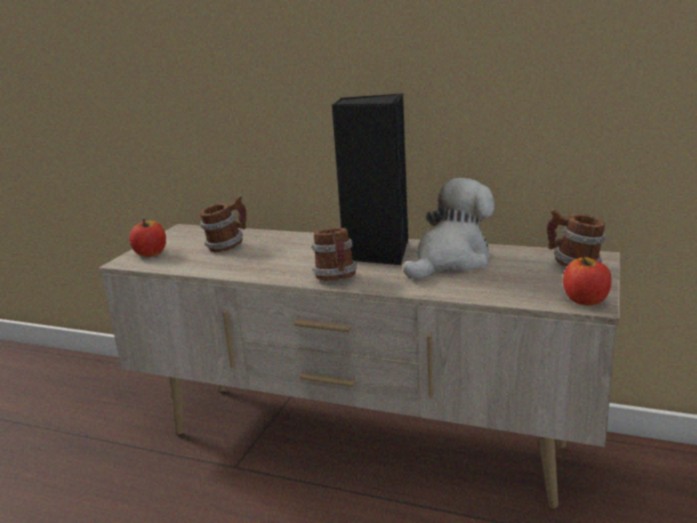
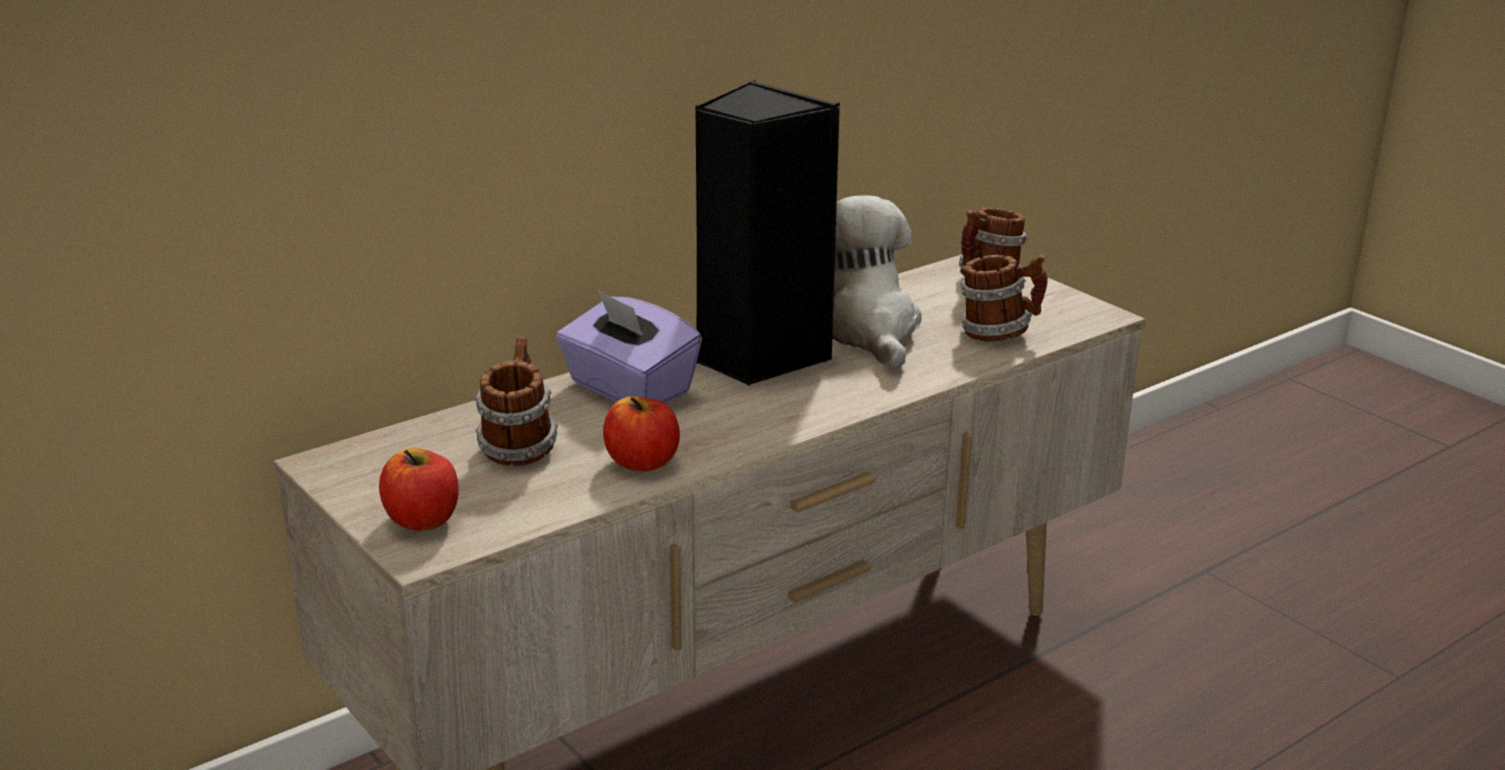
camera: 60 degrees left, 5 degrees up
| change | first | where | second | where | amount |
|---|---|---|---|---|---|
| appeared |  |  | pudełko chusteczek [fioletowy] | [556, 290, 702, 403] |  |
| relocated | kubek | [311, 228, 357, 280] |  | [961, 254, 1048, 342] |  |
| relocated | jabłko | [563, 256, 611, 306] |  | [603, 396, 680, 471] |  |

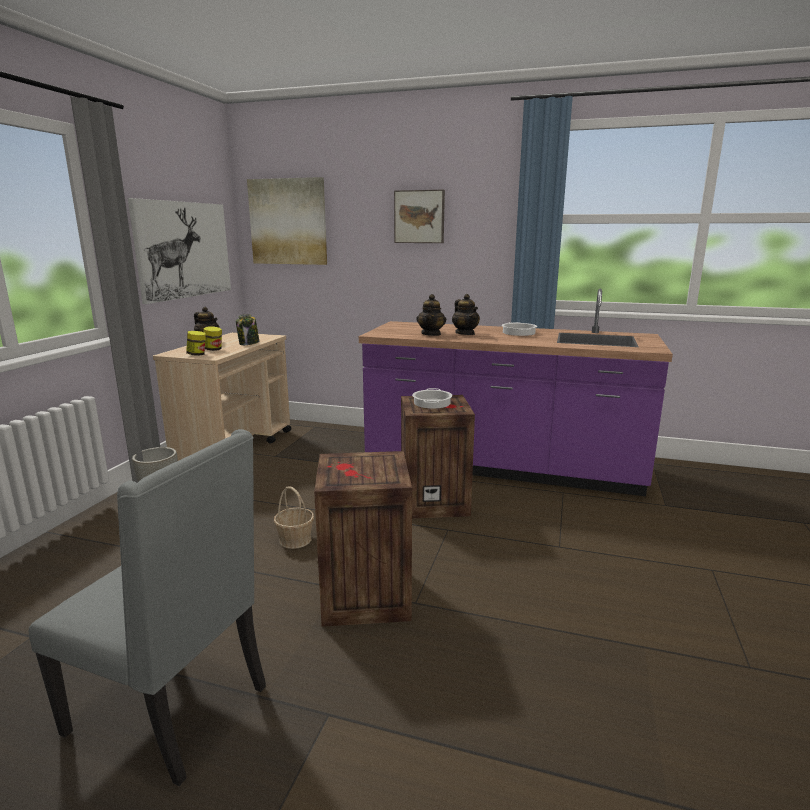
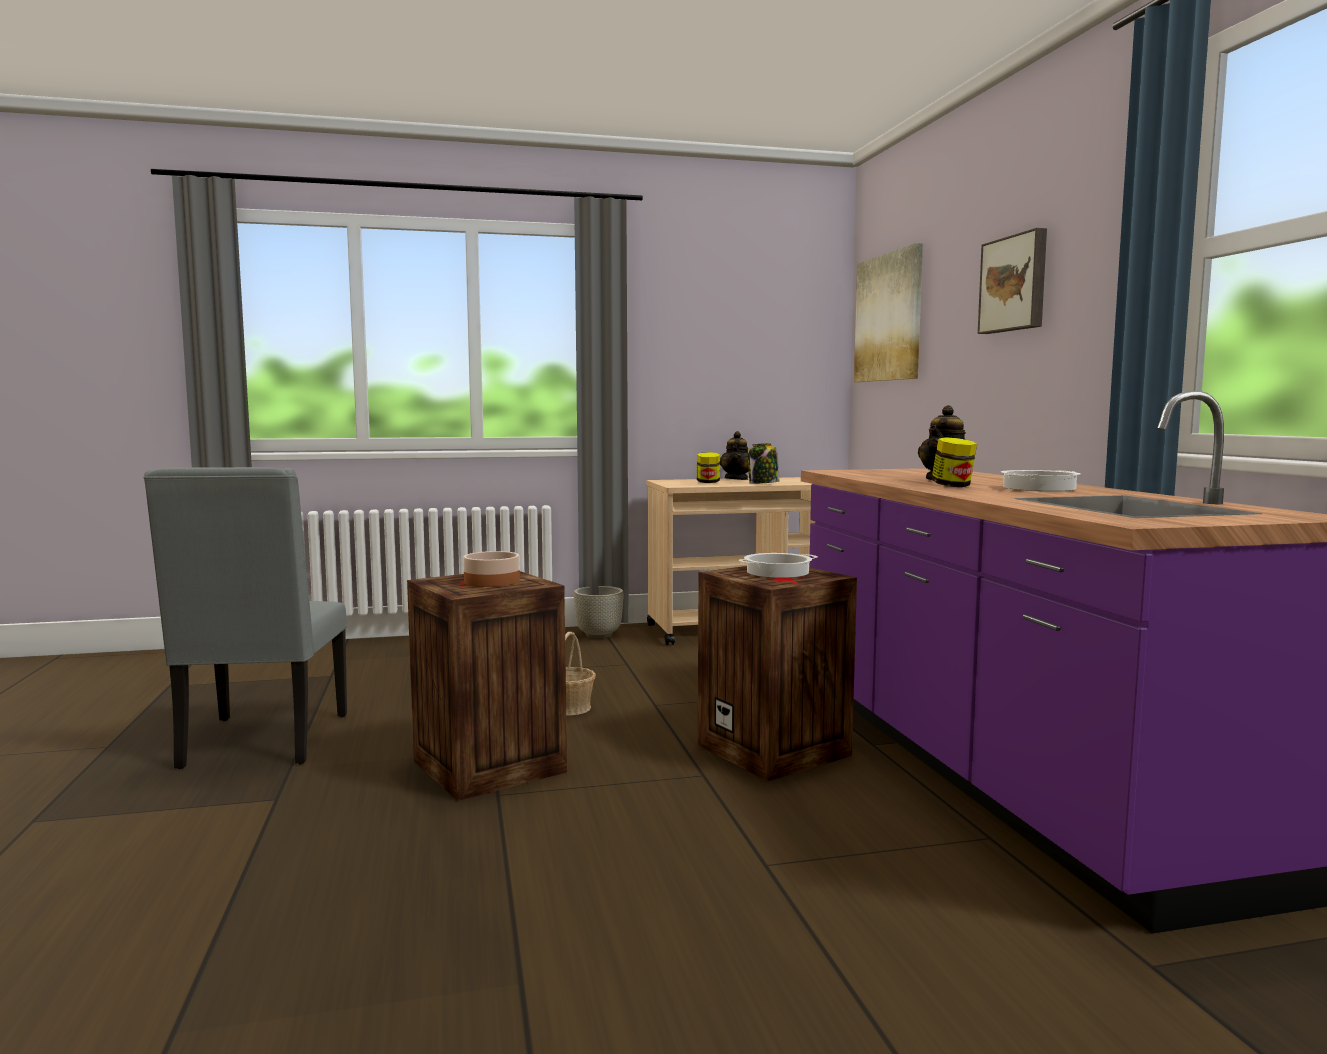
camera: 60 degrees right, 10 degrees down
| change | first | where | second | where | amount |
|---|---|---|---|---|---|
| missing | obraz | [128, 198, 231, 304] |  |  |  |
| missing | imbryk | [416, 294, 446, 336] |  |  |  |
| appeared |  |  | miska | [463, 551, 520, 587] |  |
| relocated | słoik | [186, 331, 206, 356] |  | [931, 437, 977, 487] |  |

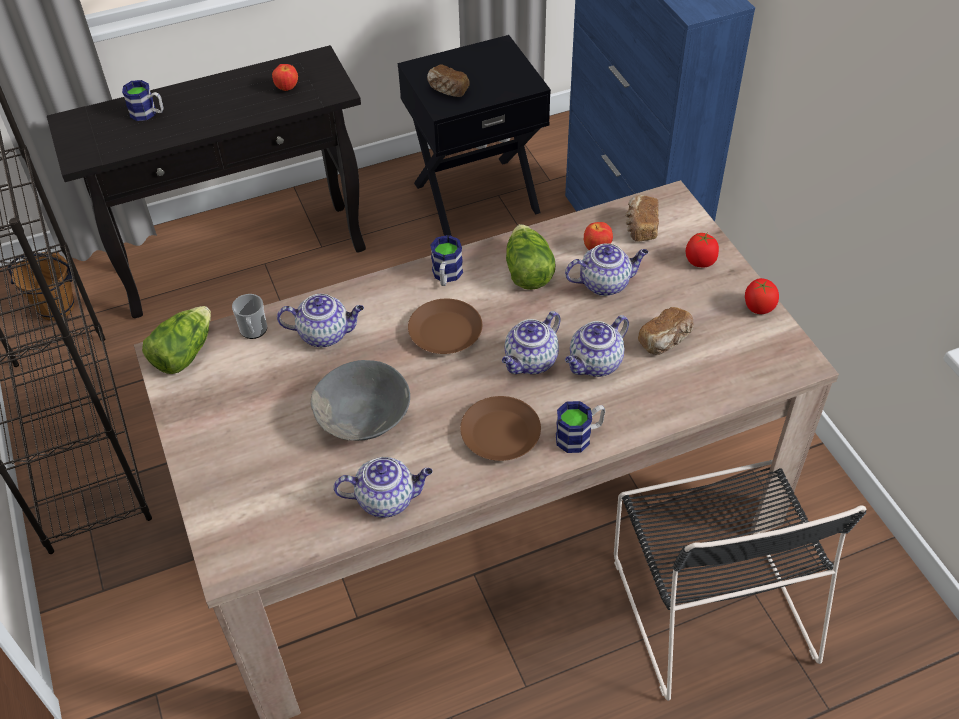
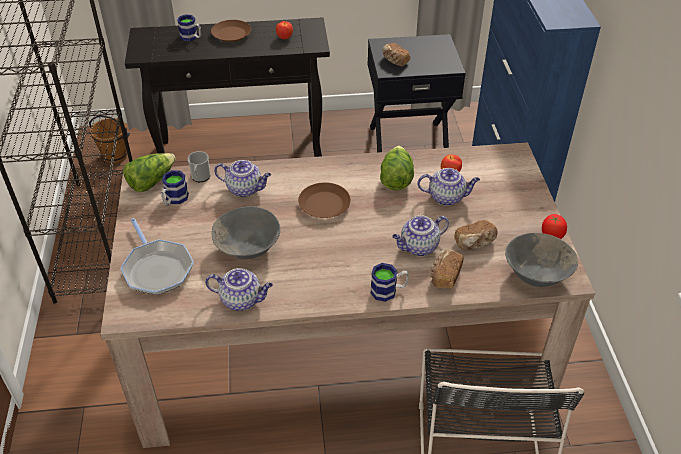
camera: 15 degrees right, 5 degrees down
| change | first | where | second | where | amount |
|---|---|---|---|---|---|
| missing | imbryk | [502, 311, 561, 374] |  |  |  |
| missing | pomidor | [686, 233, 719, 267] |  |  |  |
| appeared |  |  | patelnia | [120, 218, 194, 295] |  |
| appeared |  |  | miska [szary] | [505, 233, 578, 287] |  |
| relocated | kubek | [430, 235, 463, 286] |  | [161, 170, 189, 206] |  |
| relocated | talerz [brązowy] | [460, 396, 541, 461] |  | [211, 20, 251, 42] |  |
| relocated | chleb | [625, 195, 659, 242] |  | [430, 249, 464, 289] |  |

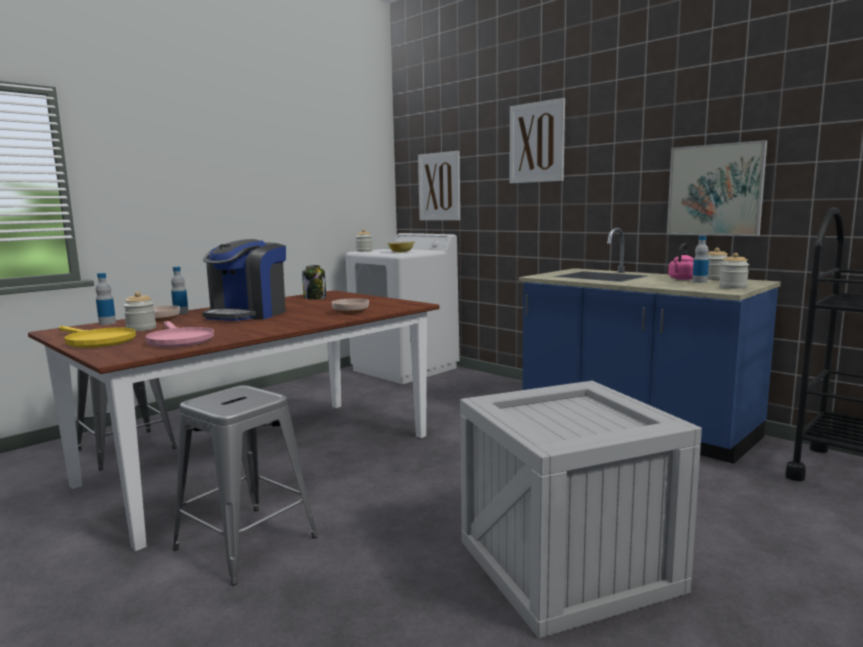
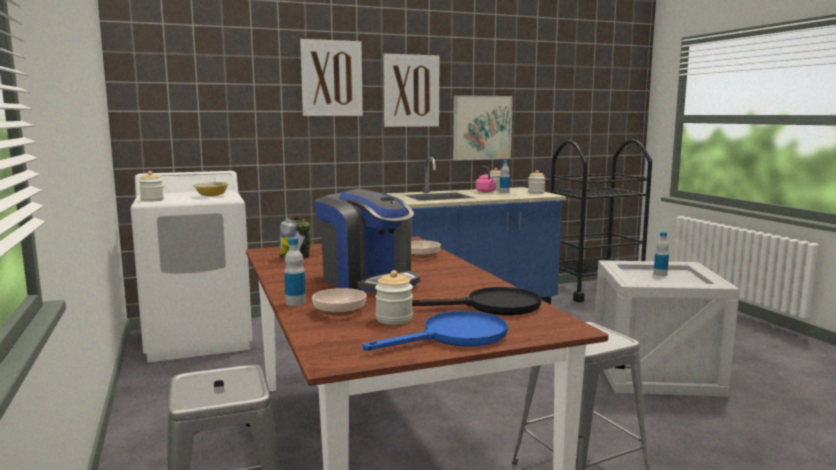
camera: 65 degrees left, 0 degrees up
| change | first | where | second | where | amount |
|---|---|---|---|---|---|
| relocated | butelka | [96, 273, 116, 325] |  | [654, 232, 669, 276] |  |
| relocated | obraz | [418, 151, 460, 221] |  | [383, 54, 440, 127] |  |
| colour | patelnia [żółty] | [59, 326, 136, 348] | patelnia [niebieski] | [363, 311, 508, 351] |  |
| colour | patelnia [różowy] | [146, 321, 214, 348] | patelnia [czarny] | [412, 287, 541, 315] |  |

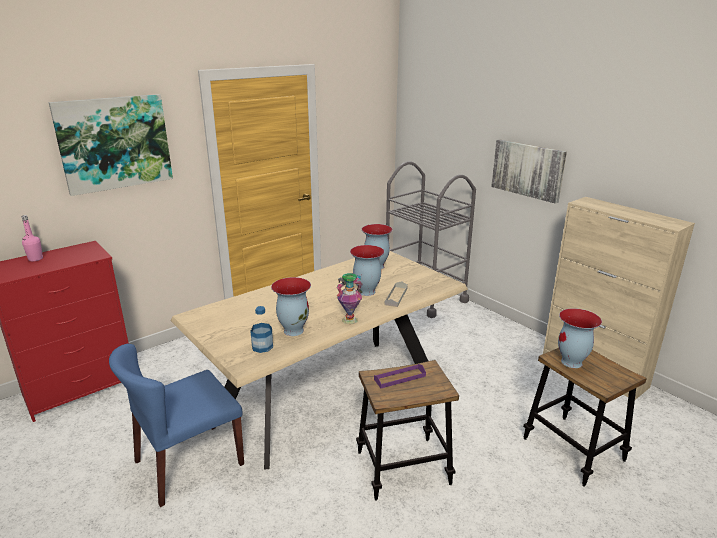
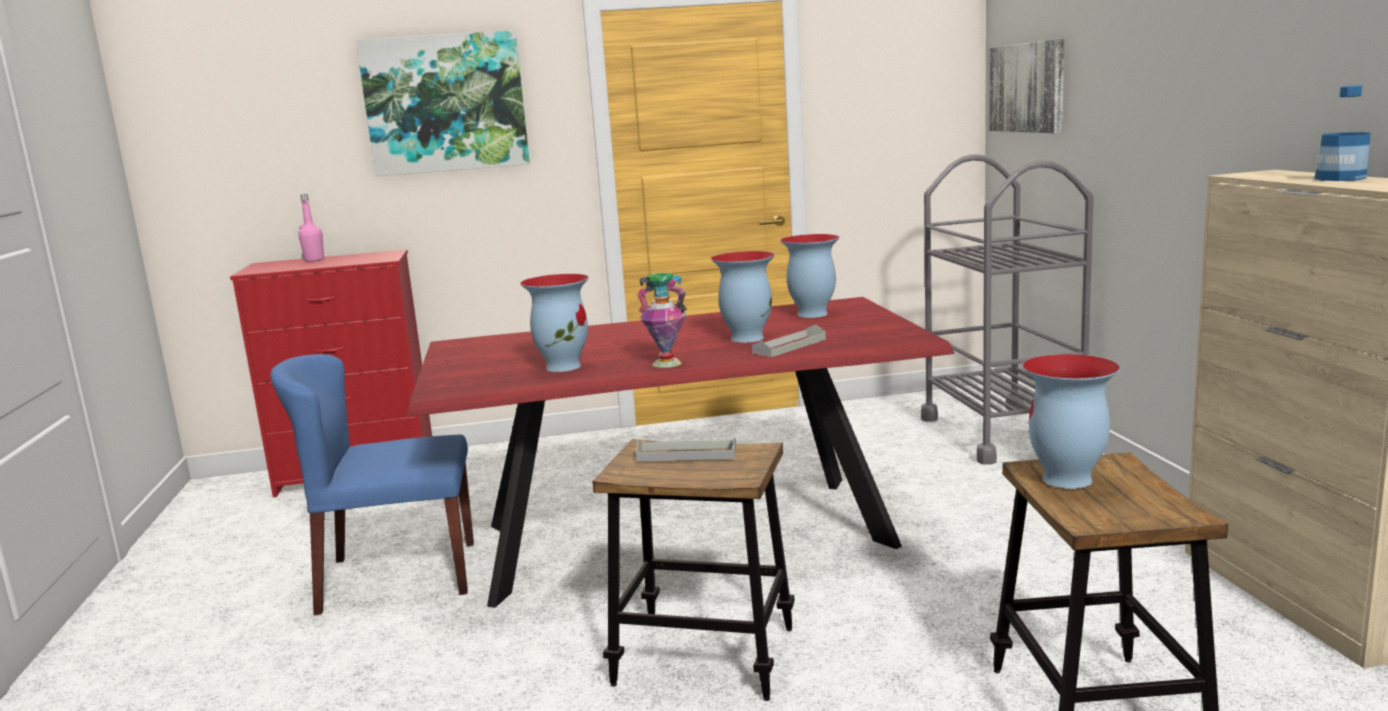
camera: 30 degrees right, 10 degrees down
| change | first | where | second | where | amount |
|---|---|---|---|---|---|
| relocated | butelka | [250, 306, 273, 353] |  | [1314, 85, 1370, 181] |  |
| relocated | obraz | [491, 139, 567, 204] |  | [990, 39, 1065, 133] |  |
| colour | stół jadalny [beżowy] | [171, 251, 468, 470] | stół jadalny [czerwony] | [407, 297, 955, 608] |  |
| colour | taca [fioletowy] | [374, 364, 426, 388] | taca [szary] | [636, 437, 736, 461] |  |

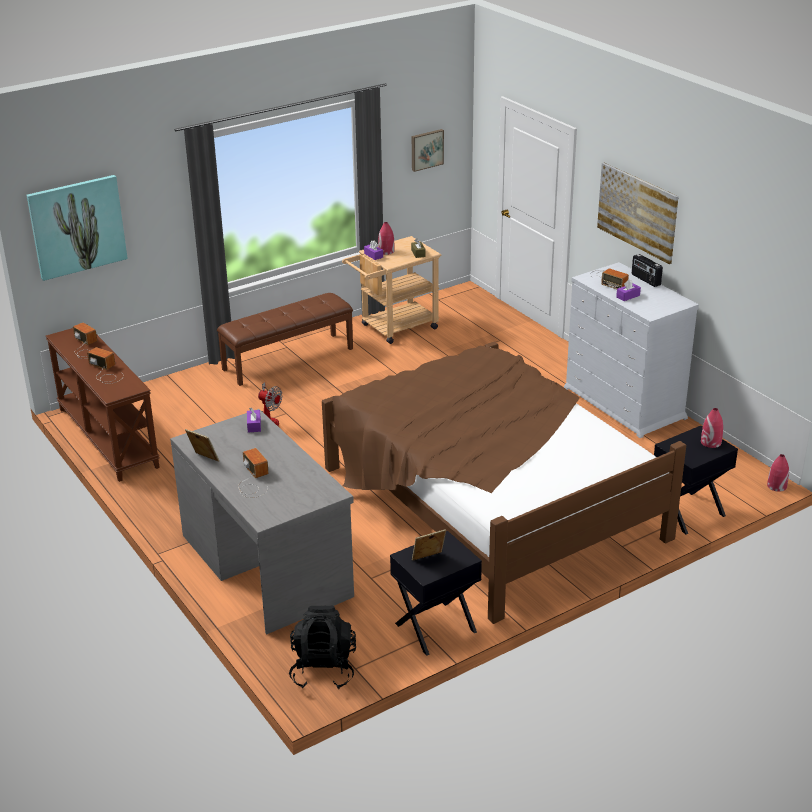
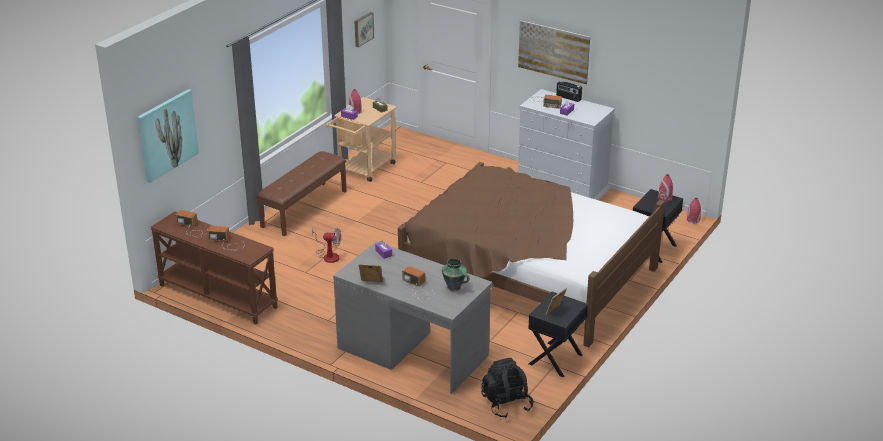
camera: 25 degrees left, 0 degrees up
| change | first | where | second | where | amount |
|---|---|---|---|---|---|
| appeared |  |  | wazon | [442, 258, 470, 291] |  |

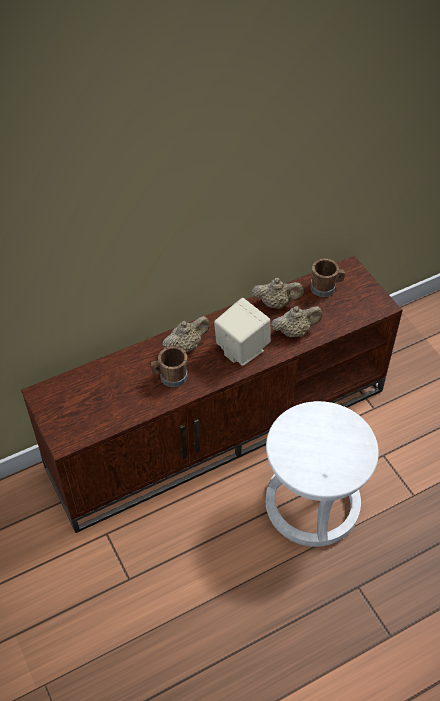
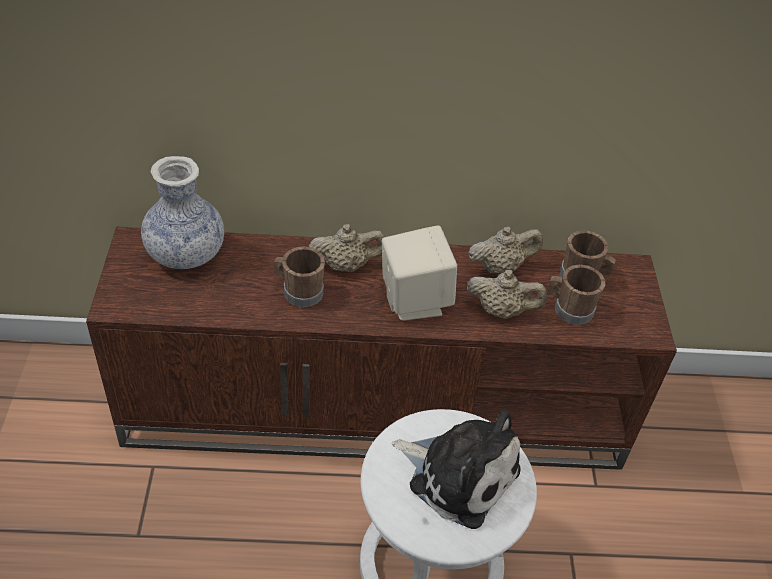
camera: 25 degrees right, 5 degrees down
| change | first | where | second | where | amount |
|---|---|---|---|---|---|
| appeared |  |  | wazon | [141, 156, 224, 269] |  |
| appeared |  |  | pluszak | [392, 409, 521, 529] |  |
| appeared |  |  | kubek [brązowy] | [548, 265, 605, 325] |  |
| spun | imbryk [beżowy] | [252, 278, 304, 309] |  | [469, 226, 543, 273] | 45 degrees counterclockwise |

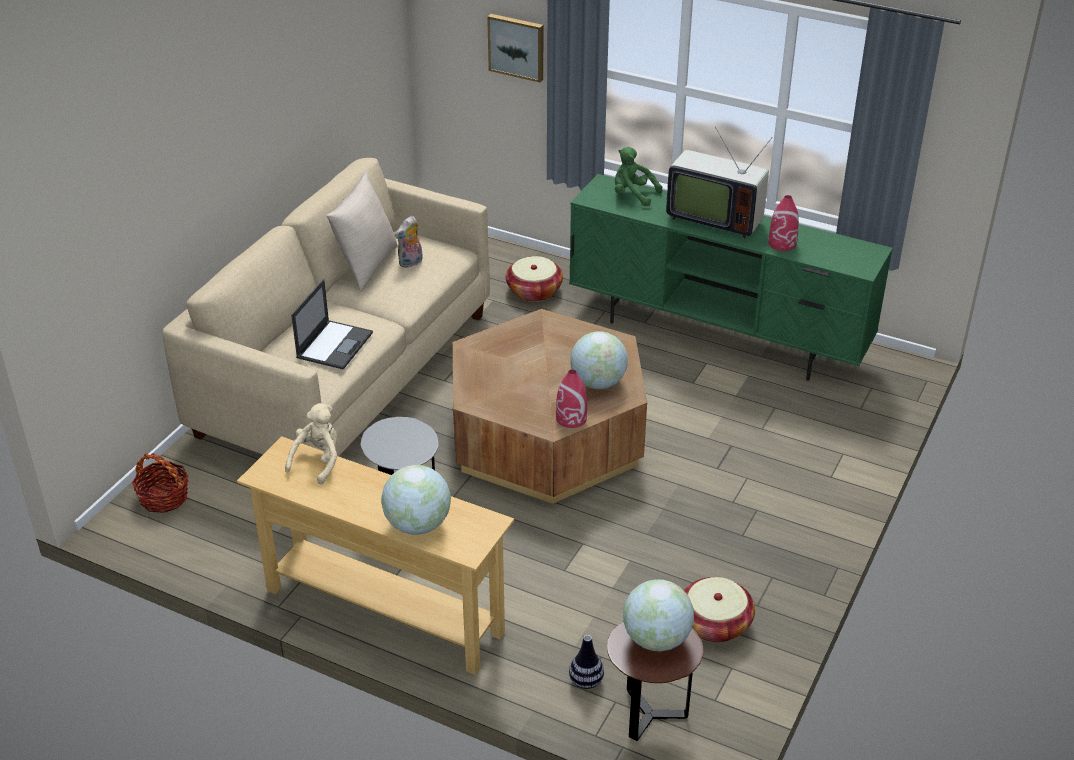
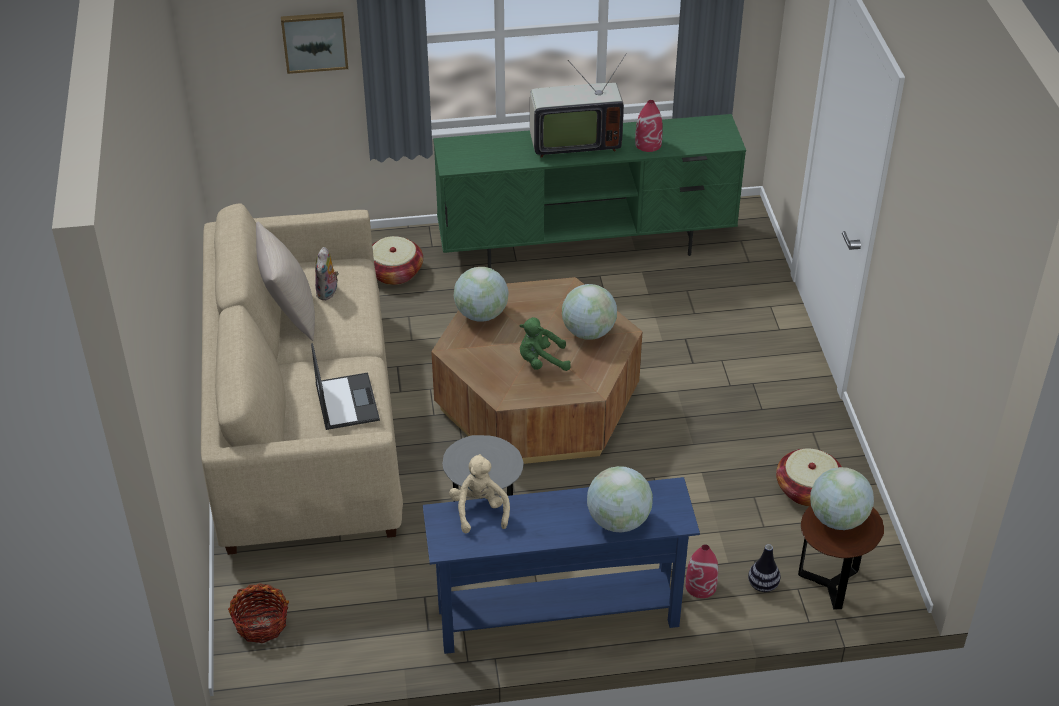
camera: 35 degrees left, 5 degrees up
| change | first | where | second | where | amount |
|---|---|---|---|---|---|
| appeared |  |  | globus | [454, 267, 509, 322] |  |
| relocated | wazon [czerwony] | [556, 370, 587, 428] |  | [685, 544, 718, 598] |  |
| relocated | pluszak [zielony] | [615, 147, 662, 206] |  | [520, 317, 571, 371] |  |
| colour | stolik konsolowy [beżowy] | [237, 436, 514, 675] | stolik konsolowy [niebieski] | [423, 477, 700, 654] |  |

